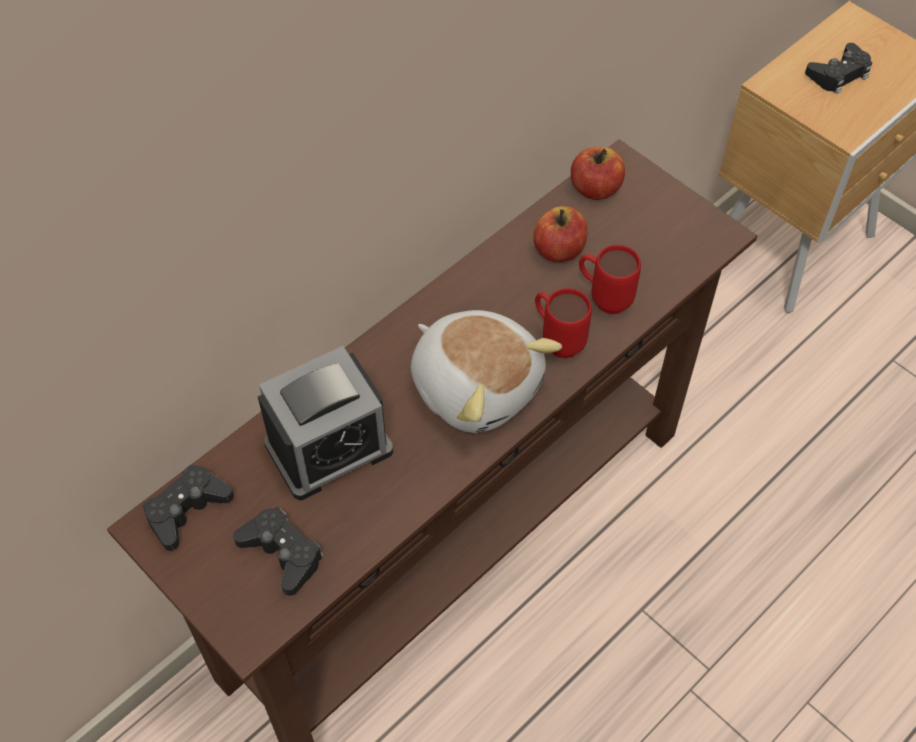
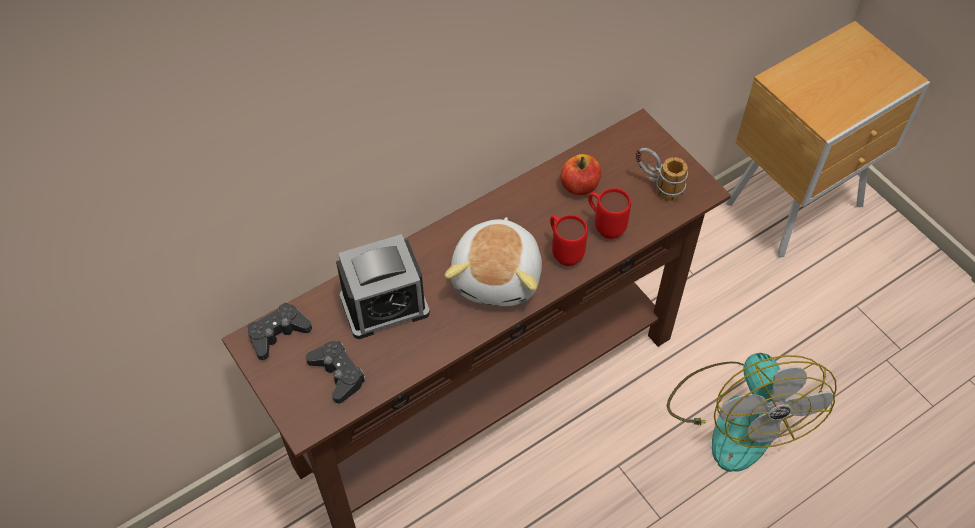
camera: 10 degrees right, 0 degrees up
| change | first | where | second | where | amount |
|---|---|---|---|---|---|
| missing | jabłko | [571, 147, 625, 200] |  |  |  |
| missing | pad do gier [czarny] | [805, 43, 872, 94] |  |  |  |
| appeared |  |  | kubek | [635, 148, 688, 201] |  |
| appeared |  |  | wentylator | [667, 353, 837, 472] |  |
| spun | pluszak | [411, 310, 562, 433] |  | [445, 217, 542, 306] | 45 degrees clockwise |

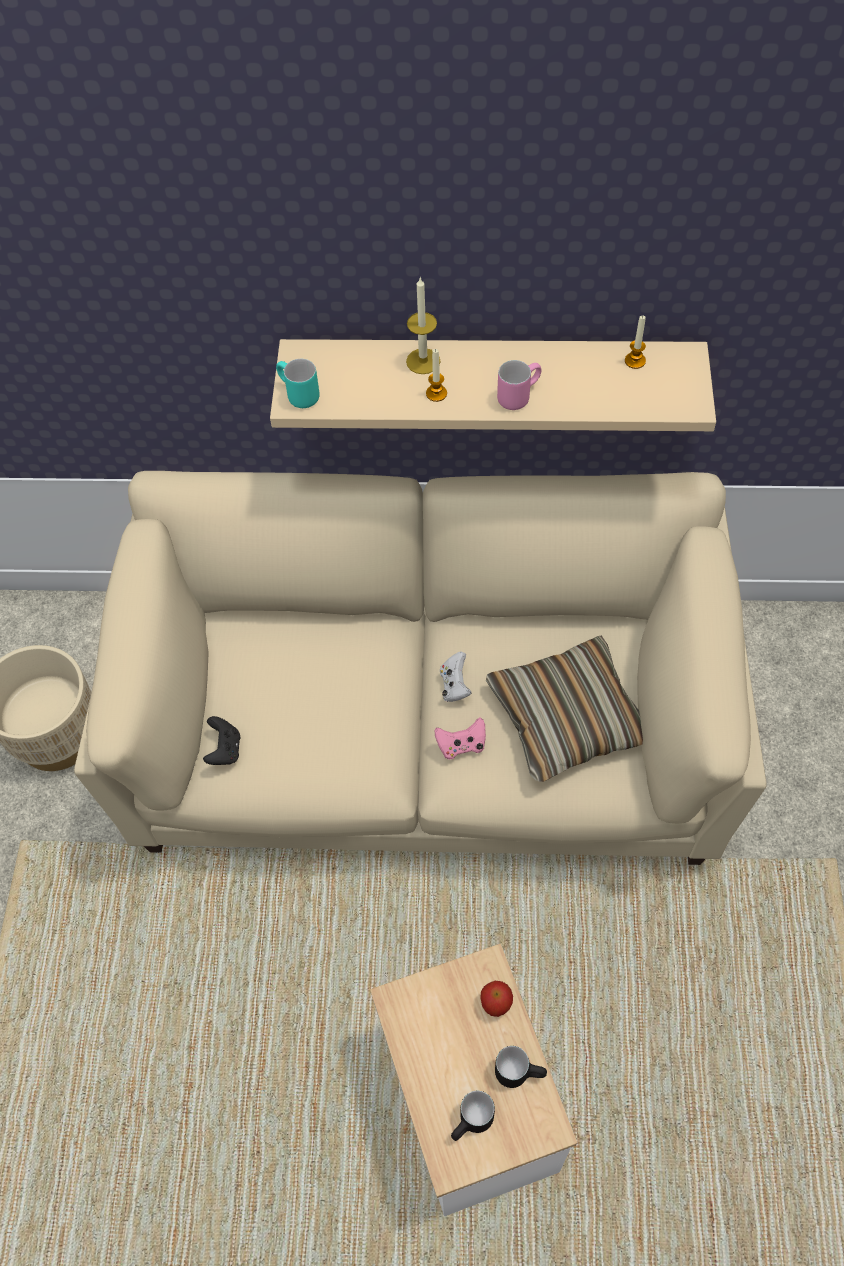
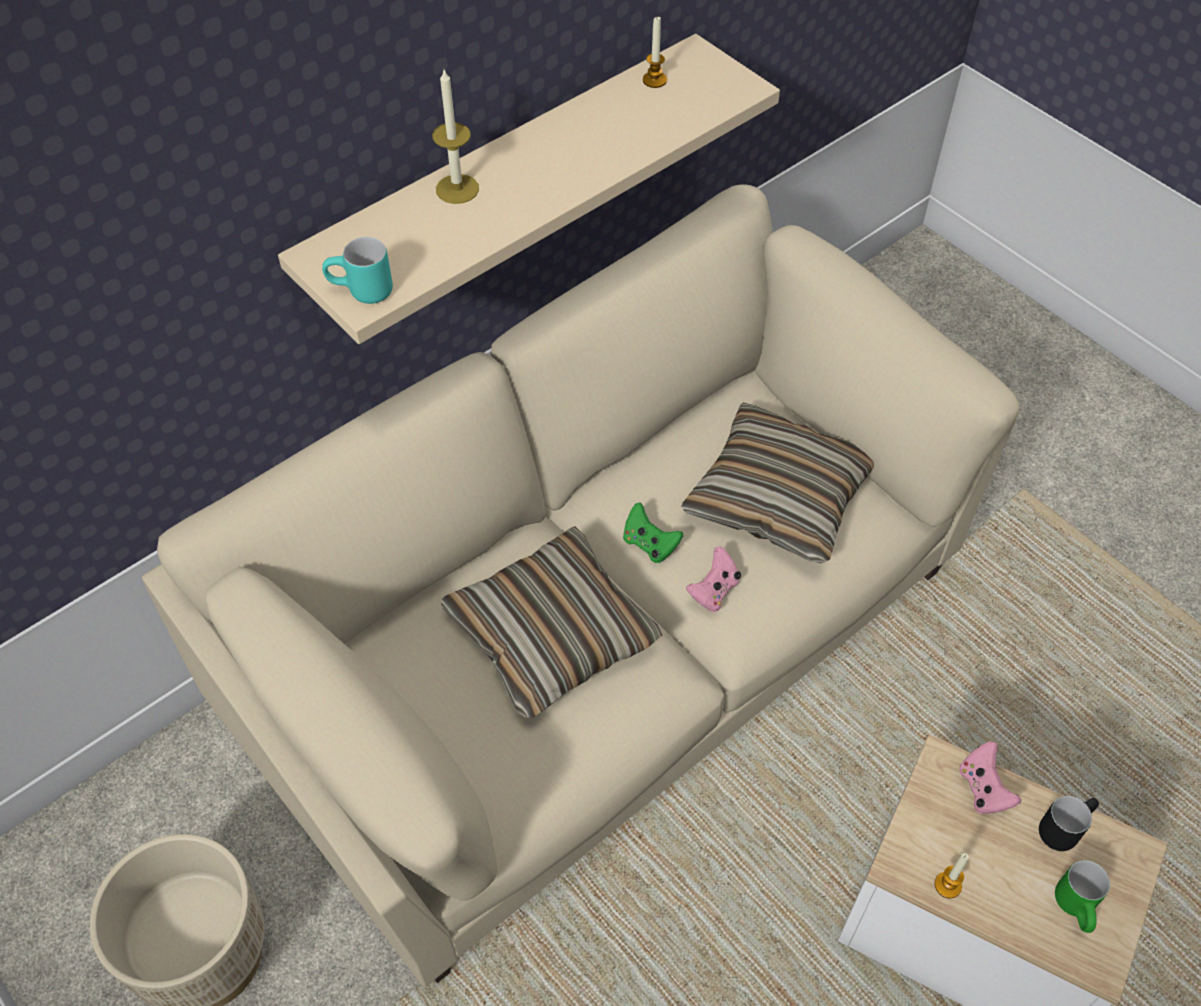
camera: 45 degrees left, 5 degrees down
| change | first | where | second | where | amount |
|---|---|---|---|---|---|
| missing | pad do gier [czarny] | [203, 716, 240, 765] |  |  |  |
| missing | kubek [różowy] | [497, 360, 542, 410] |  |  |  |
| appeared |  |  | poduszka | [441, 526, 662, 718] |  |
| relocated | świeca | [426, 349, 447, 402] |  | [935, 853, 969, 898] |  |
| exchanged | jabłko | [480, 981, 513, 1017] | pad do gier [różowy] | [959, 741, 1022, 815] |  |
| colour | pad do gier [biały] | [440, 651, 472, 702] | pad do gier [zielony] | [623, 503, 683, 563] |  |
| colour | kubek [czarny] | [451, 1091, 495, 1141] | kubek [zielony] | [1055, 860, 1110, 933] |  |

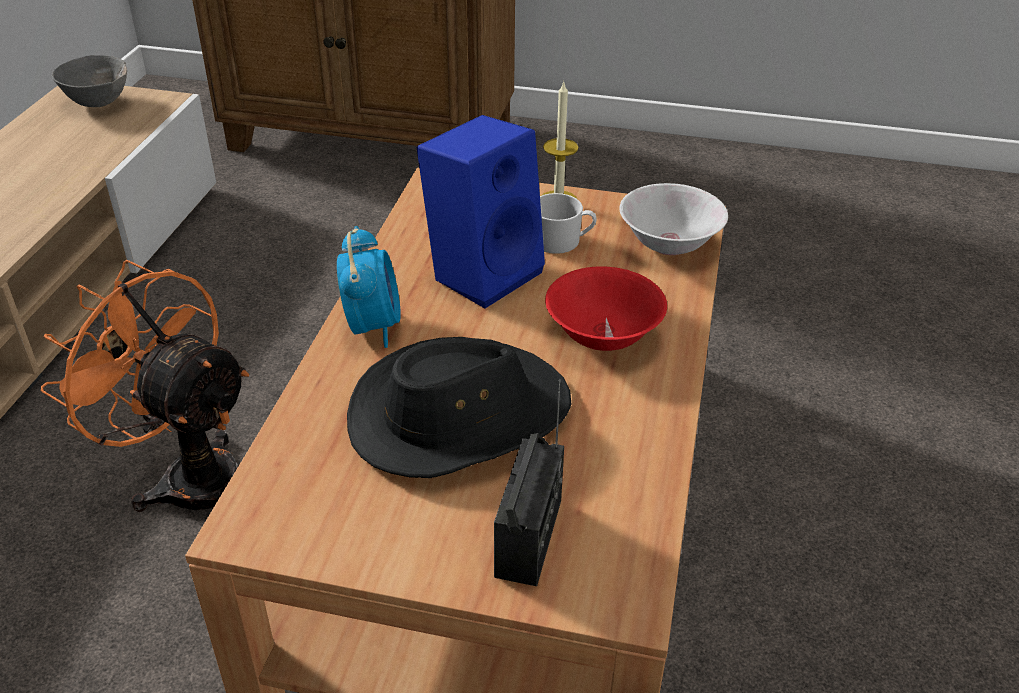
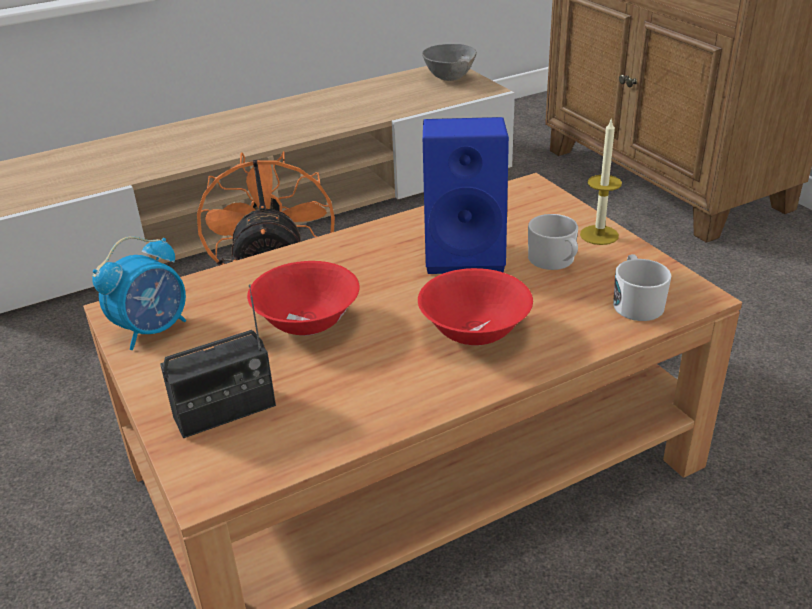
camera: 50 degrees right, 5 degrees down
| change | first | where | second | where | amount |
|---|---|---|---|---|---|
| relocated | budzik | [337, 226, 401, 348] |  | [92, 236, 186, 350] |  |
| exchanged | kapelusz [czarny] | [347, 337, 572, 478] | miska [czerwony] | [247, 261, 359, 336] |  |
| exchanged | miska [biały] | [619, 183, 728, 255] | kubek [biały] | [613, 254, 671, 321] |  |

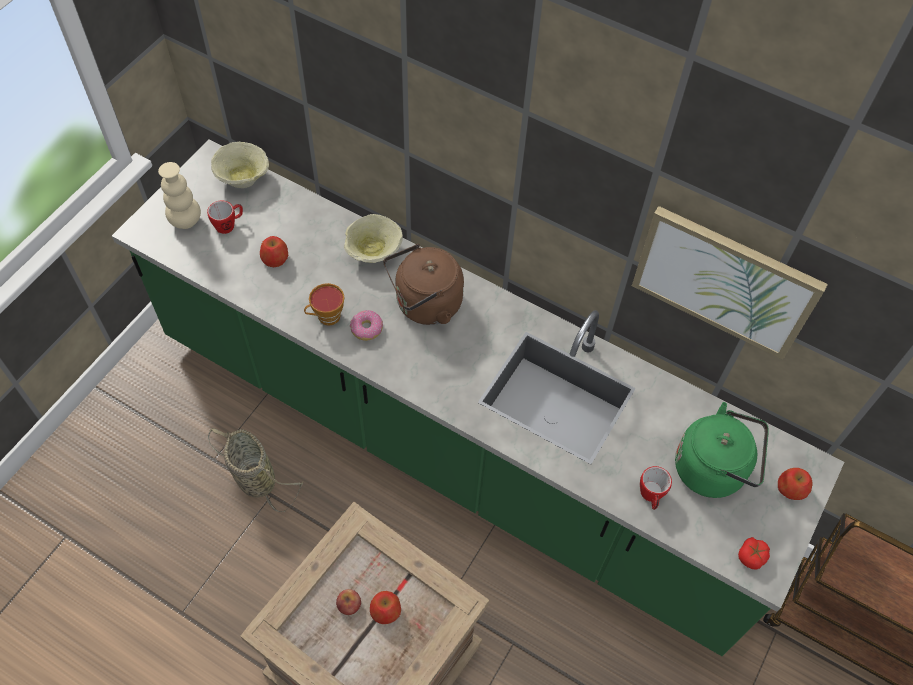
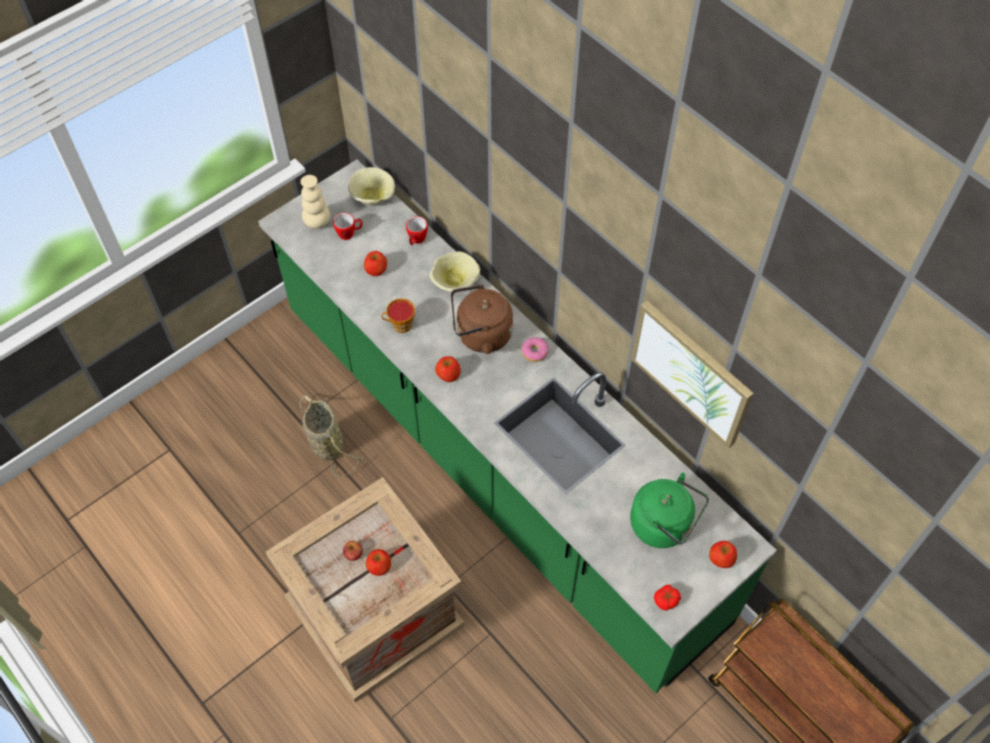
camera: 20 degrees right, 0 degrees up
| change | first | where | second | where | amount |
|---|---|---|---|---|---|
| appeared |  |  | jabłko | [435, 356, 461, 382] |  |
| relocated | donut | [350, 310, 383, 341] |  | [522, 337, 549, 362] |  |
| relocated | kubek | [640, 466, 672, 510] |  | [406, 216, 428, 245] |  |

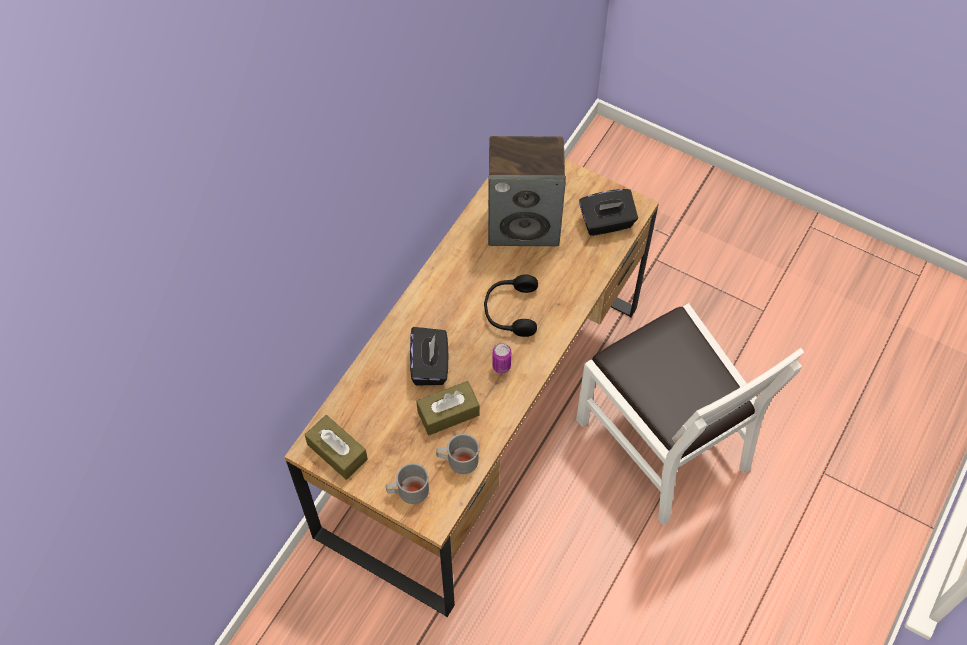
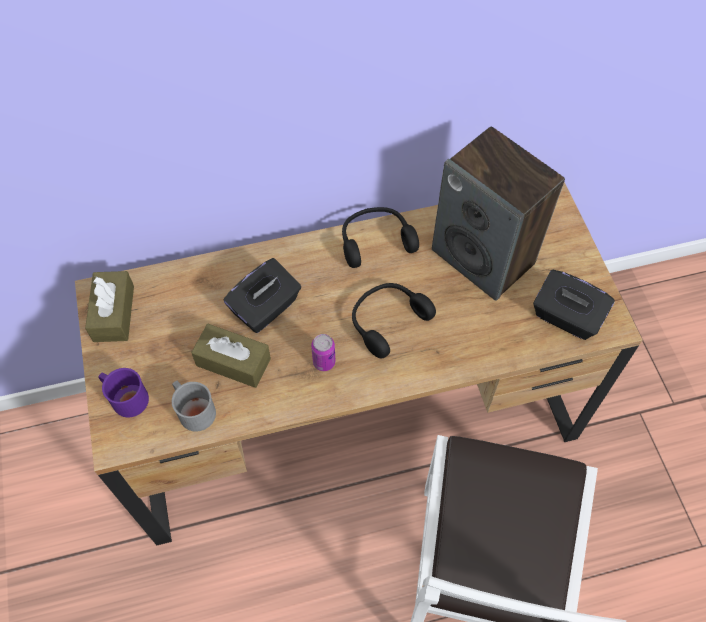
camera: 45 degrees right, 0 degrees up
| change | first | where | second | where | amount |
|---|---|---|---|---|---|
| appeared |  |  | słuchawki [czarny] | [342, 207, 419, 268] |  |
| colour | kubek [szary] | [386, 463, 429, 504] | kubek [fioletowy] | [98, 368, 149, 417] |  |

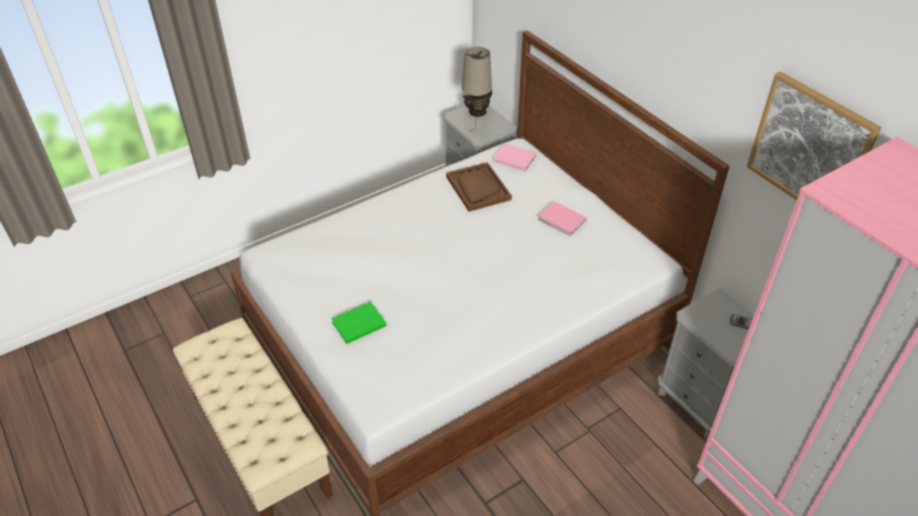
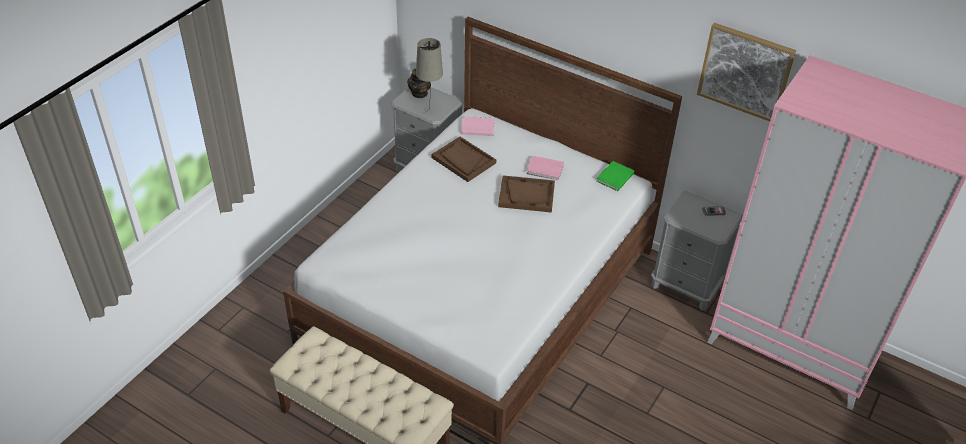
camera: 25 degrees left, 0 degrees up
| change | first | where | second | where | amount |
|---|---|---|---|---|---|
| appeared |  |  | taca [brązowy] | [498, 175, 555, 213] |  |
| relocated | książka [zielony] | [331, 301, 386, 344] |  | [596, 161, 634, 191] |  |

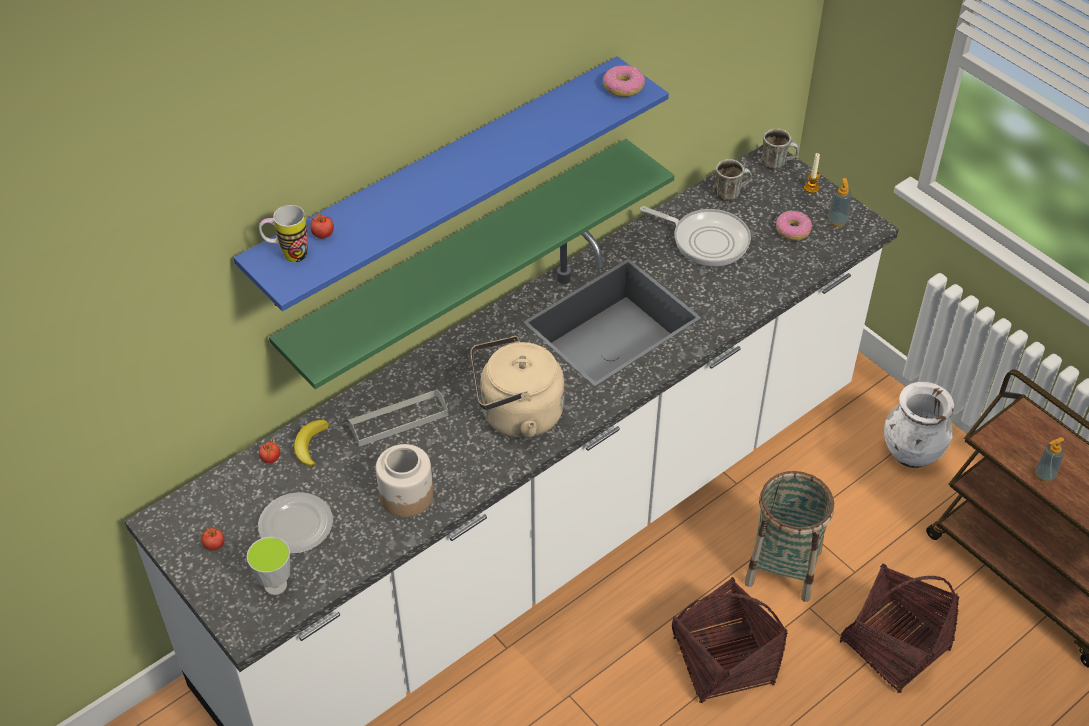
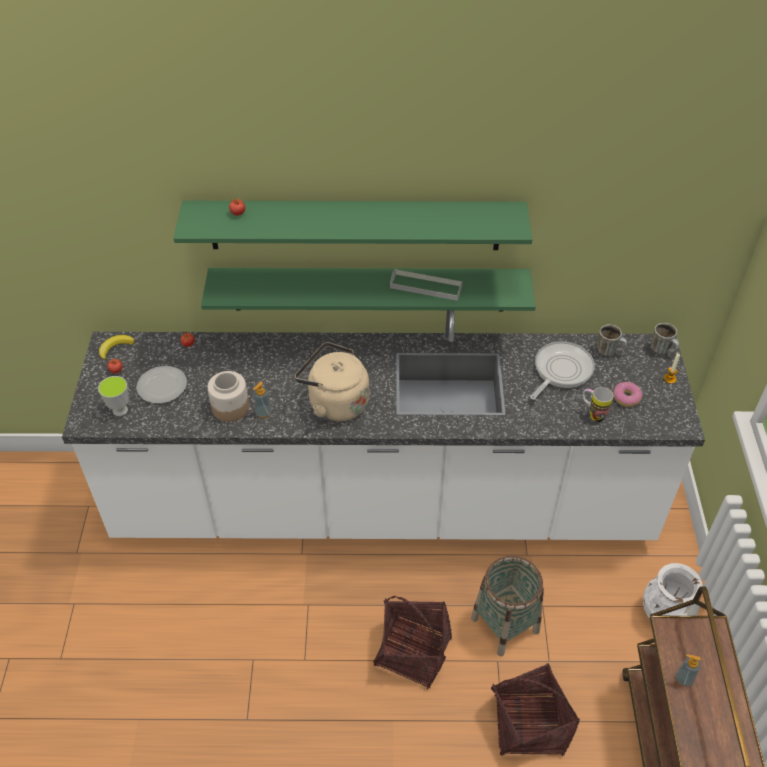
camera: 40 degrees right, 0 degrees up
| change | first | where | second | where | amount |
|---|---|---|---|---|---|
| missing | donut | [603, 66, 645, 97] |  |  |  |
| relocated | kubek | [259, 205, 308, 262] |  | [583, 387, 613, 422] |  |
| relocated | banan | [294, 420, 329, 467] |  | [99, 335, 135, 360] |  |
| relocated | taca [szary] | [348, 389, 449, 447] |  | [390, 269, 463, 301] |  |
| relocated | dozownik mydła | [828, 178, 852, 227] |  | [253, 382, 272, 418] |  |
| colour | półka [niebieski] | [233, 56, 669, 311] | półka [zielony] | [173, 201, 532, 250] |  |
| spun | patelnia | [640, 206, 751, 266] |  | [530, 341, 595, 400] | 120 degrees counterclockwise |

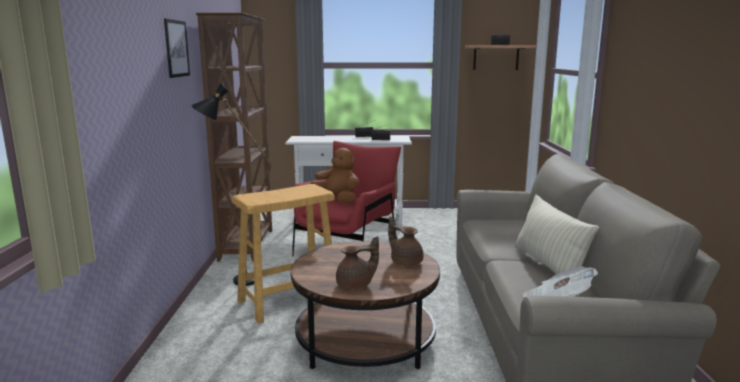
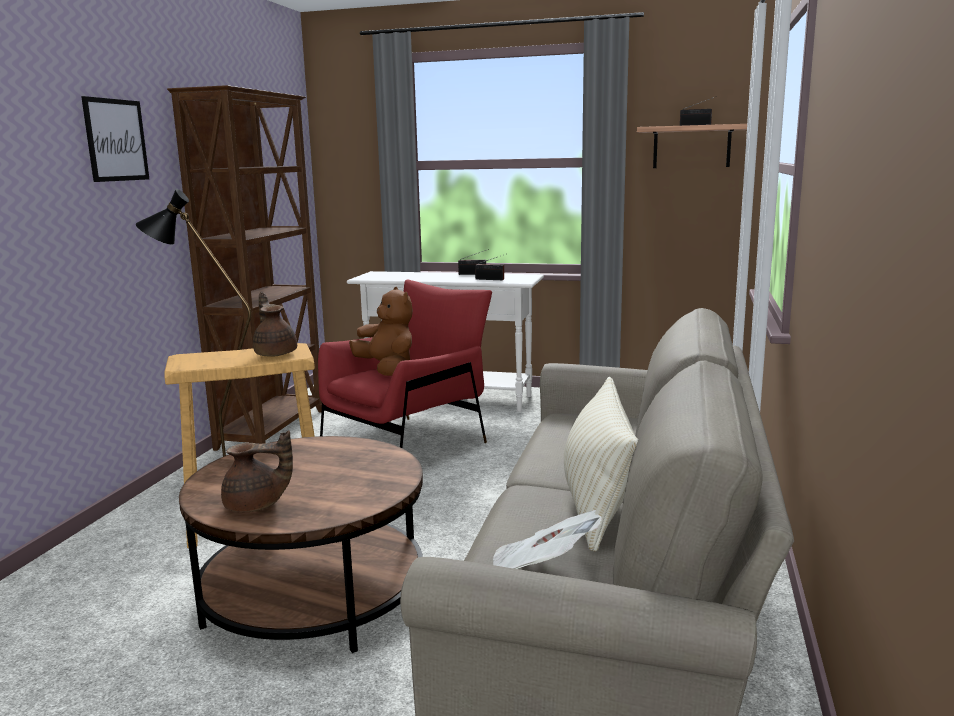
camera: 15 degrees right, 0 degrees up
| change | first | where | second | where | amount |
|---|---|---|---|---|---|
| relocated | imbryk [brązowy] | [388, 216, 423, 266] |  | [253, 292, 297, 357] |  |

